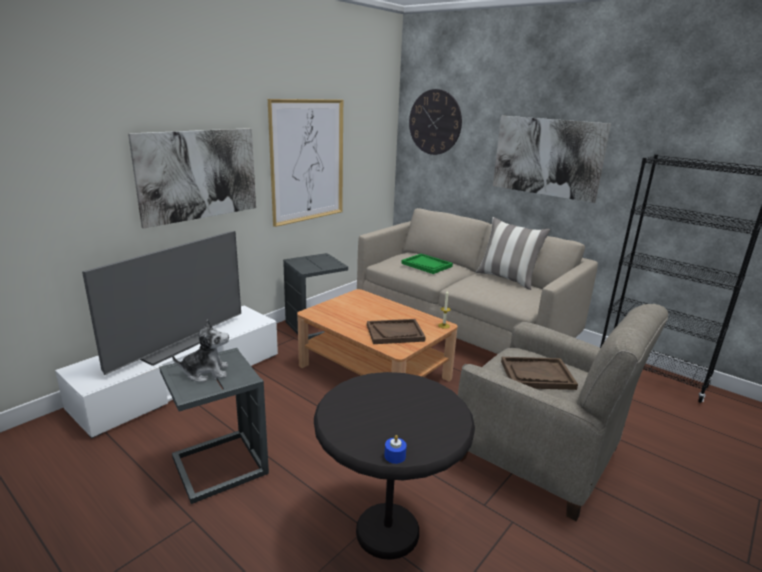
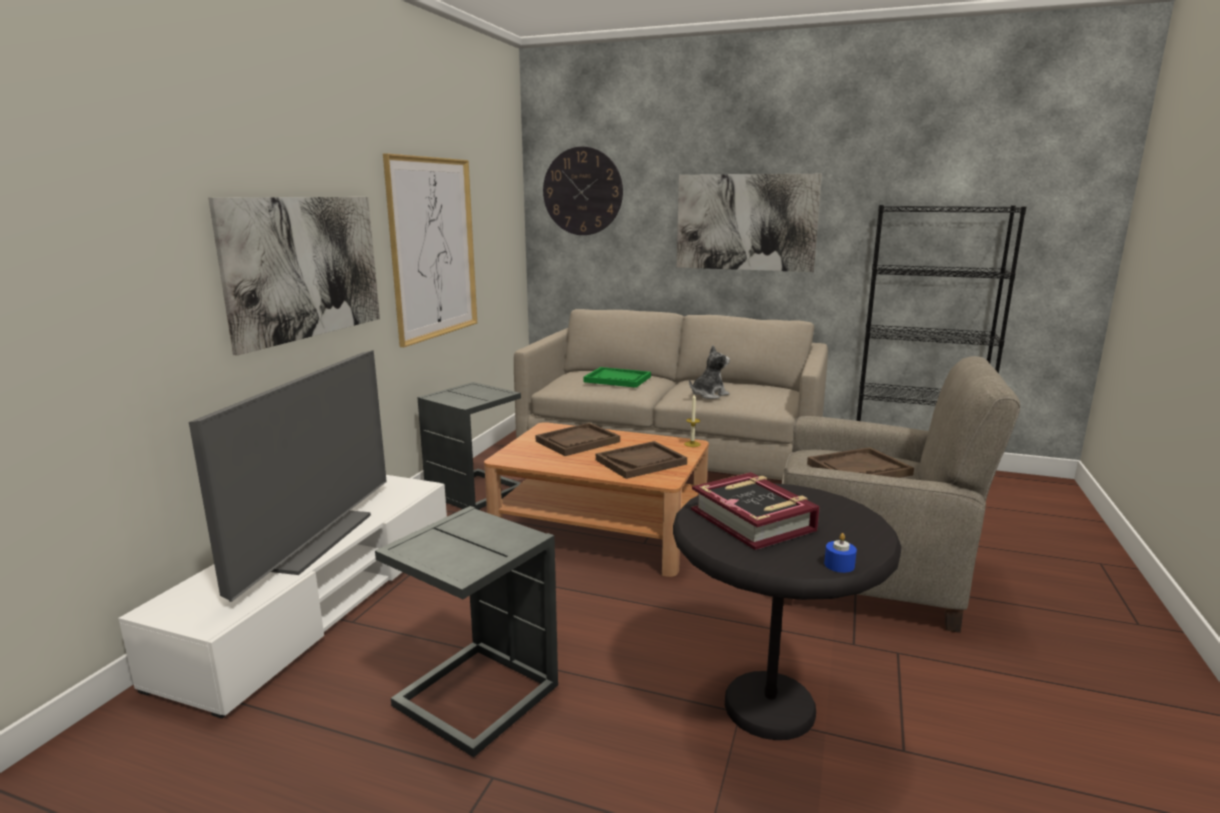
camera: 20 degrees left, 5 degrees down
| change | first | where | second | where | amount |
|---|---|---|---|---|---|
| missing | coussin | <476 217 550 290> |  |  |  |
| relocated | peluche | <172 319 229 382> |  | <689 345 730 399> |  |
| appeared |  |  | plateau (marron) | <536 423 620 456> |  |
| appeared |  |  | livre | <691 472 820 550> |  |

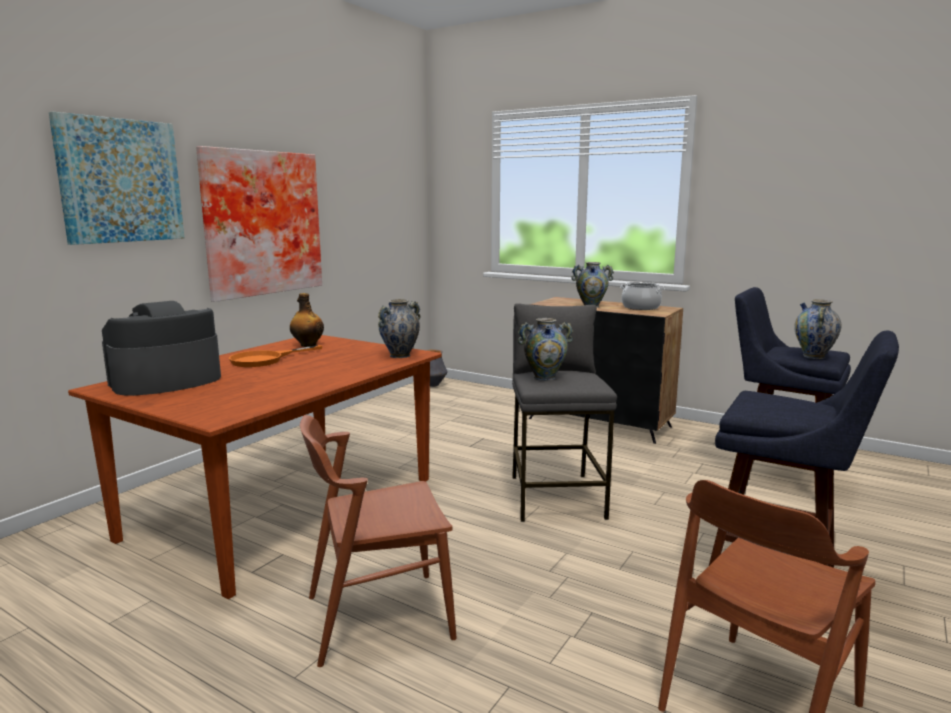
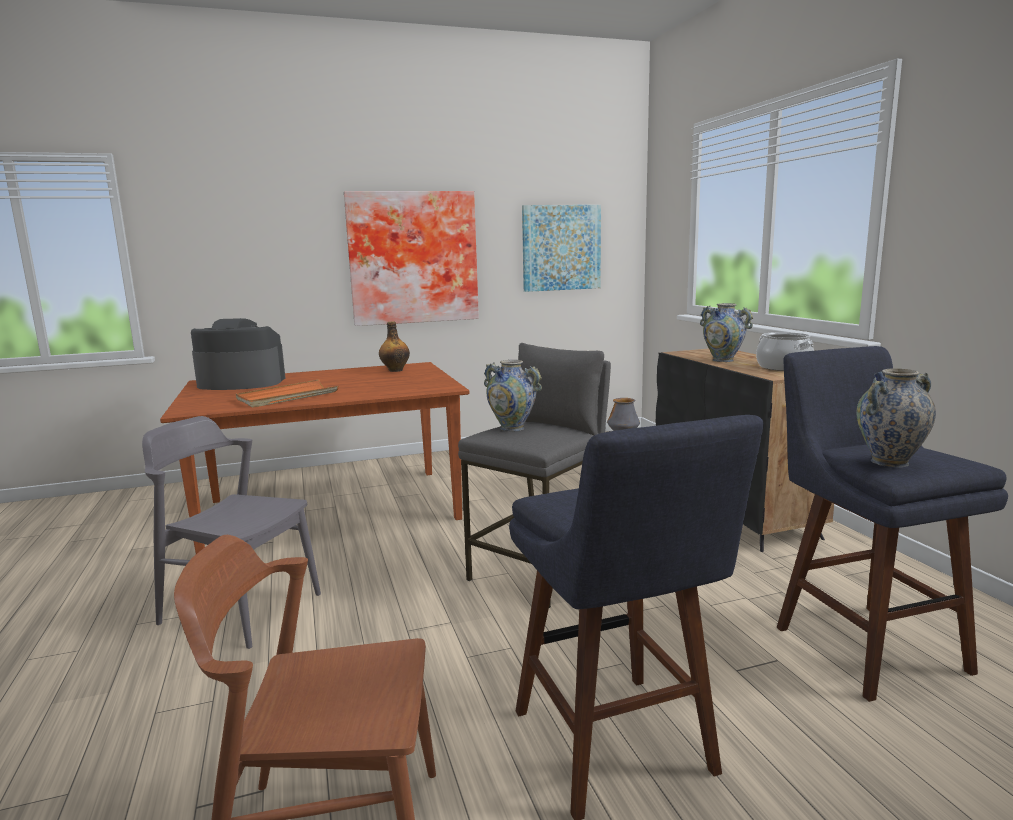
camera: 40 degrees right, 0 degrees up
| change | first | where | second | where | amount |
|---|---|---|---|---|---|
| relocated | tableau | <49 112 184 245> |  | <522 205 601 292> |  |
| missing | vase | <378 299 420 358> |  |  |  |
| missing | poêle (orange) | <229 345 323 367> |  |  |  |
| colour | chaise (marron) | <300 415 457 667> | chaise (gris) | <142 416 321 649> |  |
| appeared |  |  | plateau (orange) | <236 379 339 408> |  |

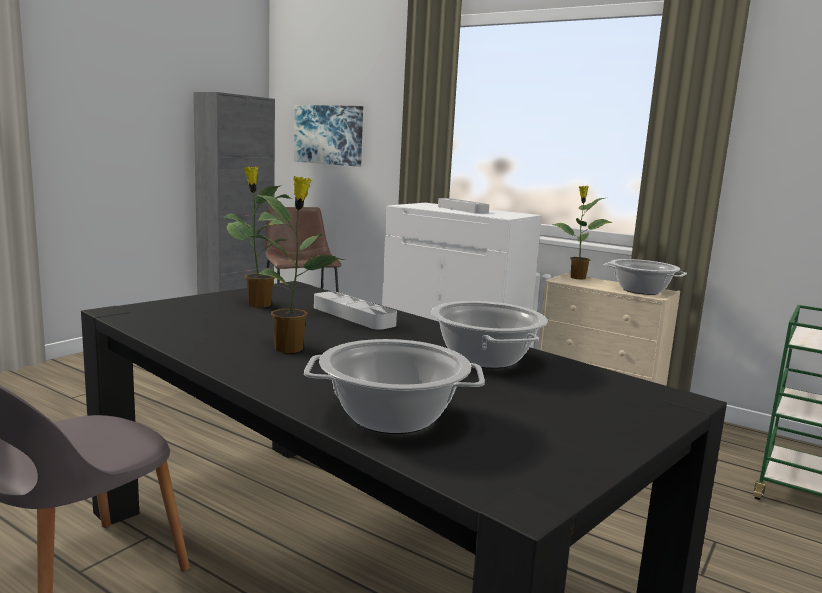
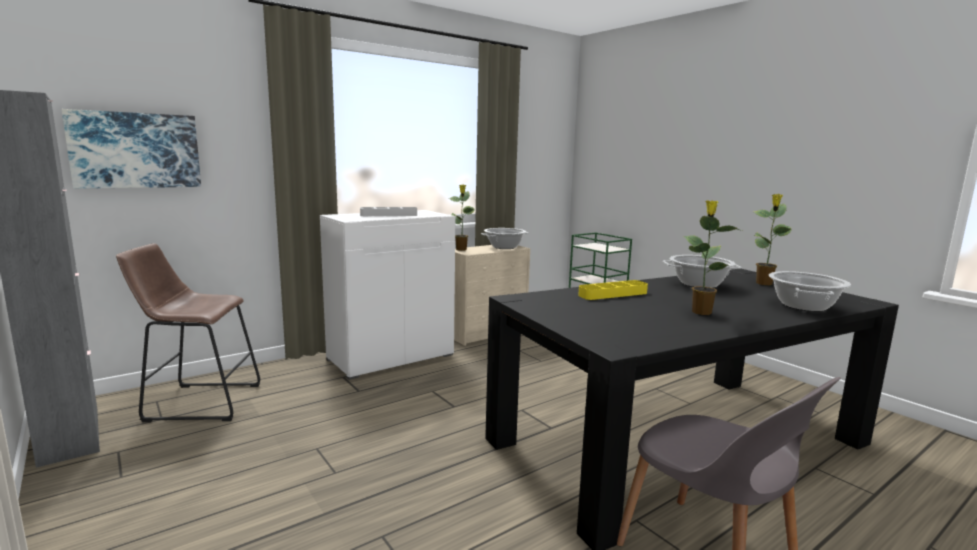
camera: 70 degrees left, 0 degrees up
| change | first | where | second | where | amount |
|---|---|---|---|---|---|
| relocated | plante en pot | <222 166 292 308> |  | <754 194 792 285> |  |
| colour | plateau (gris) | <314 291 397 330> | plateau (jaune) | <578 280 648 300> |  |

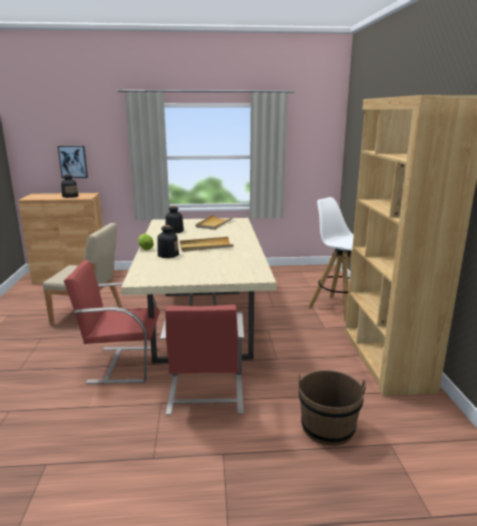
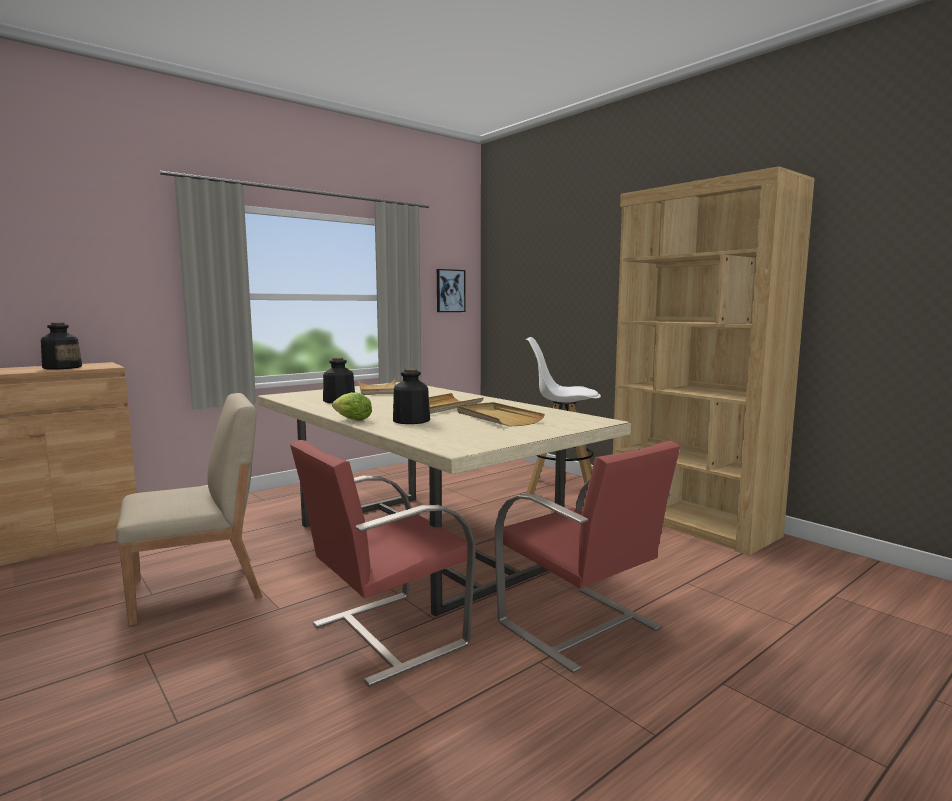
camera: 35 degrees left, 10 degrees down
| change | first | where | second | where | amount |
|---|---|---|---|---|---|
| relocated | tableau | <58 146 88 178> |  | <437 269 466 312> |  |
| missing | seau (marron) | <298 370 366 446> |  |  |  |
| appeared |  |  | plateau (beige) | <457 402 545 427> |  |

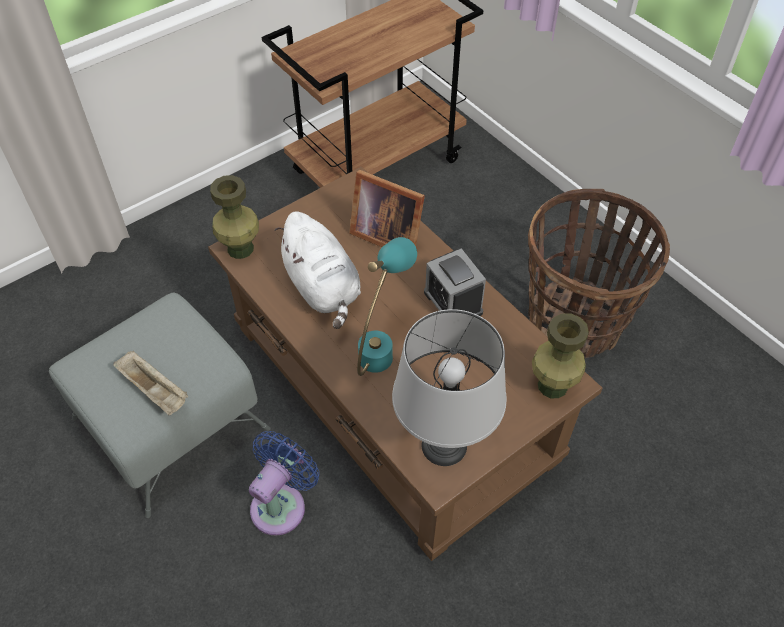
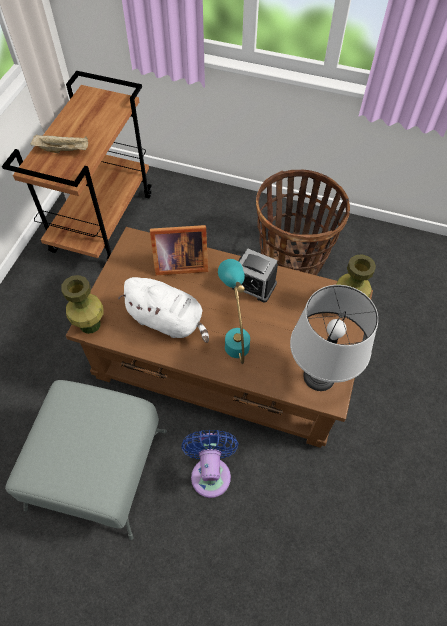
camera: 35 degrees left, 5 degrees up
| change | first | where | second | where | amount |
|---|---|---|---|---|---|
| relocated | plateau (beige) | <113 351 189 415> |  | <30 134 88 153> |  |

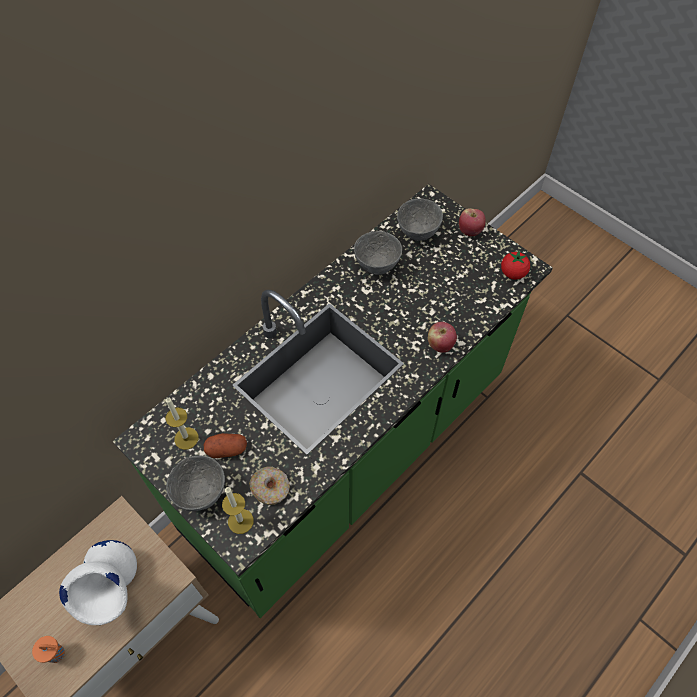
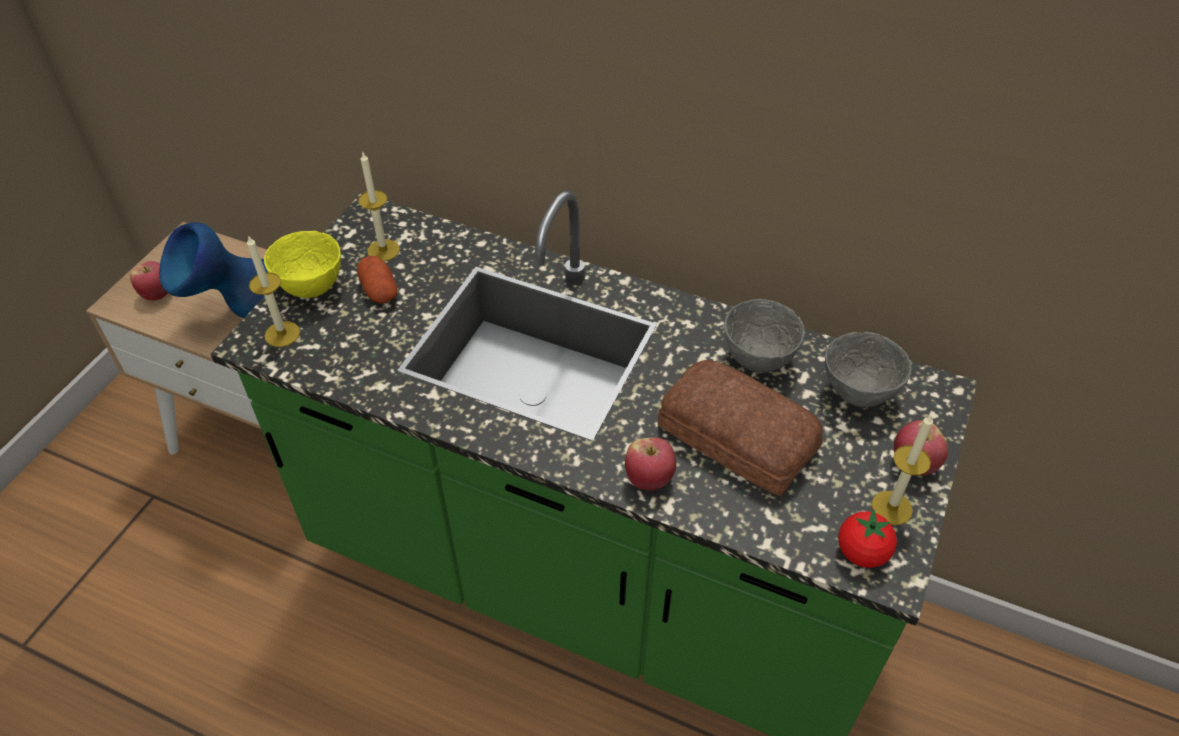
camera: 70 degrees right, 10 degrees down
| change | first | where | second | where | amount |
|---|---|---|---|---|---|
| colour | bol (gris) | <166 456 225 511> | bol (jaune) | <264 231 341 298> |  |
| missing | beignet | <249 467 290 505> |  |  |  |
| colour | vase (blanc) | <59 540 137 625> | vase (bleu) | <159 222 268 318> |  |
| exchanged | tasse (orange) | <32 636 65 663> | pomme | <130 261 168 301> |  |
| appeared |  |  | pain | <658 360 823 496> |  |
| appeared |  |  | bougie | <871 414 933 525> |  |

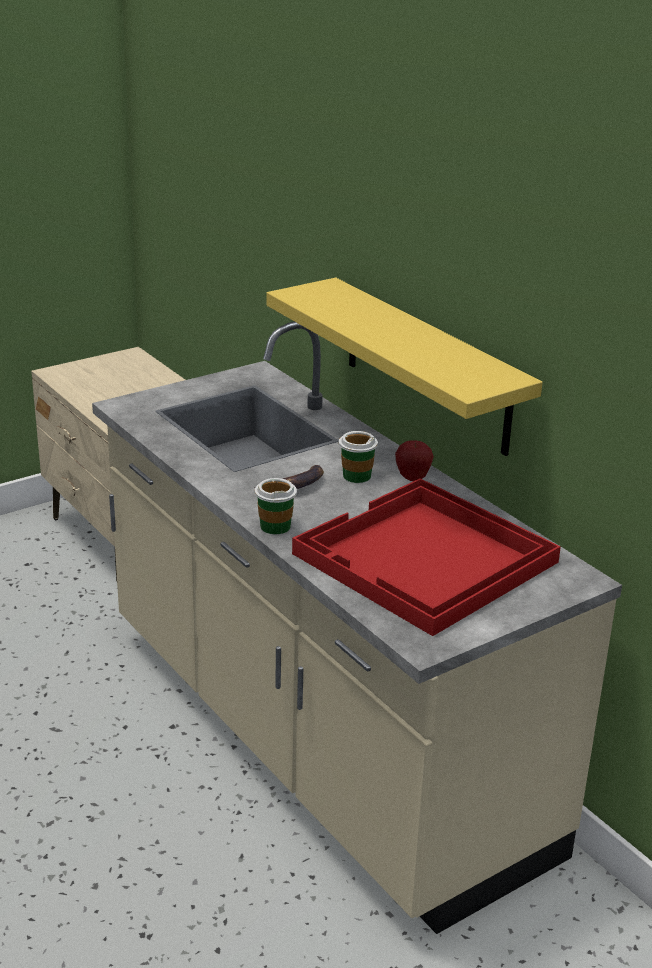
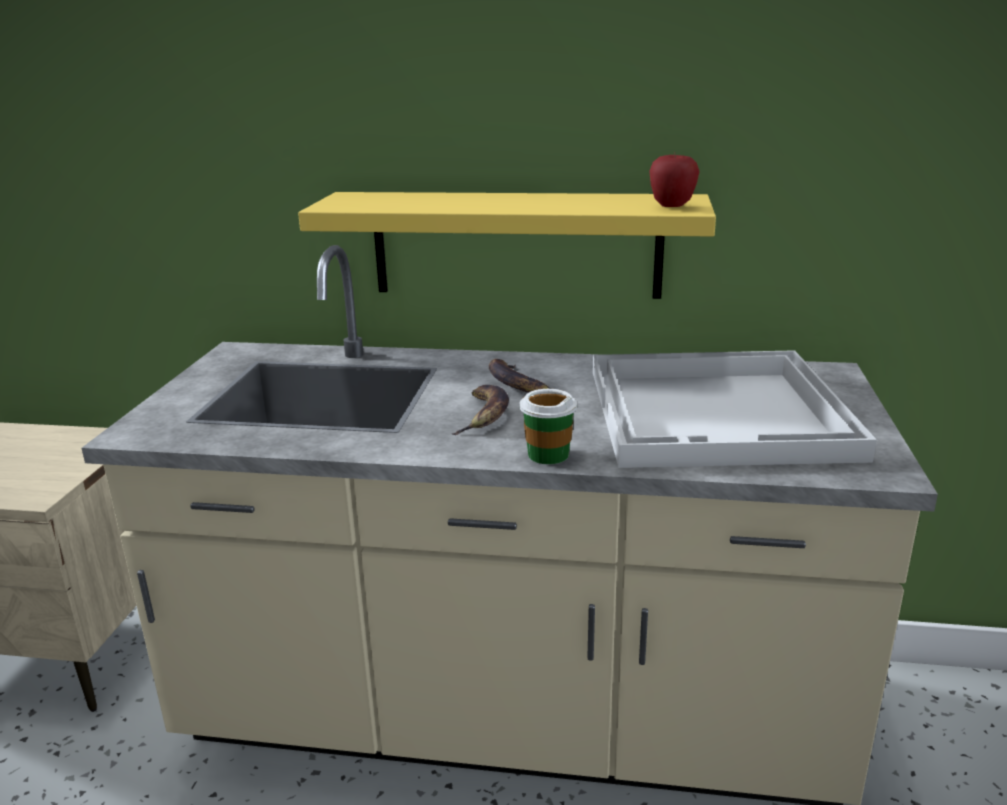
camera: 45 degrees left, 5 degrees down
| change | first | where | second | where | amount |
|---|---|---|---|---|---|
| exchanged | tasse | <339 431 378 483> | banane | <489 359 552 393> |  |
| relocated | pomme | <395 440 434 481> |  | <649 152 700 207> |  |
| colour | plateau (rouge) | <292 478 561 636> | plateau (blanc) | <593 350 877 468> |  |

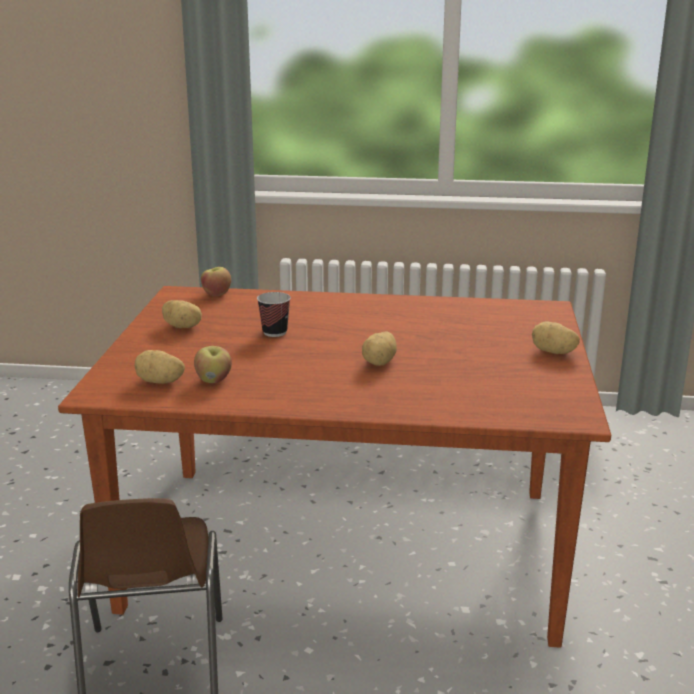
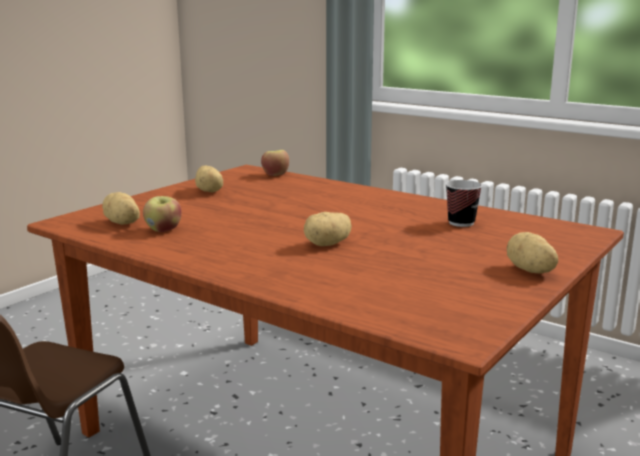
camera: 30 degrees right, 5 degrees down
| change | first | where | second | where | amount |
|---|---|---|---|---|---|
| relocated | tasse | <257 292 291 337> |  | <445 180 482 227> |  |

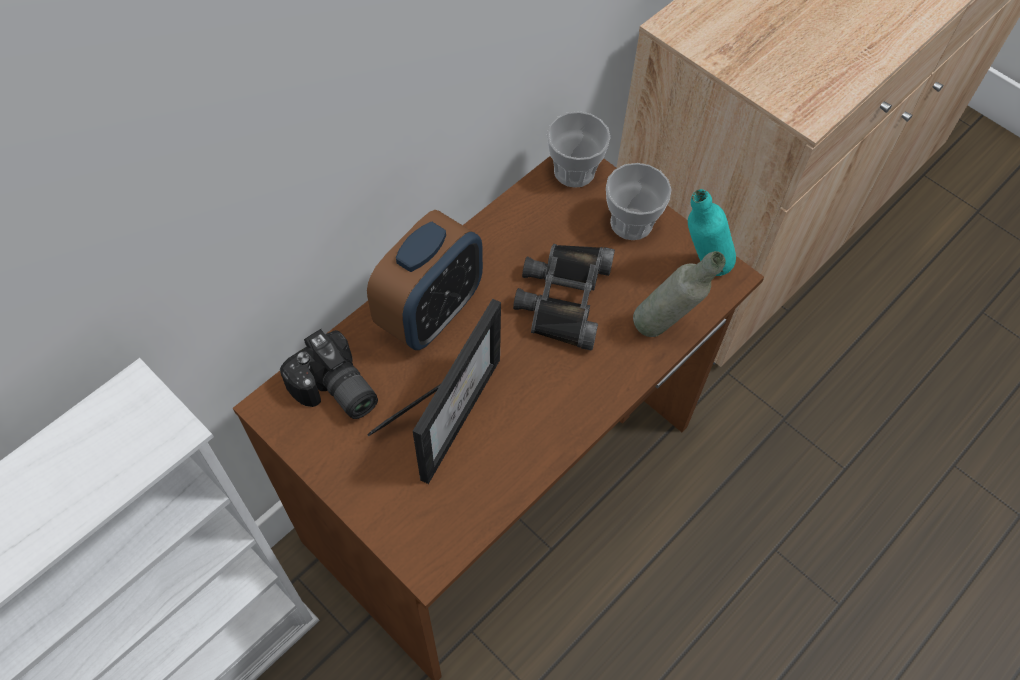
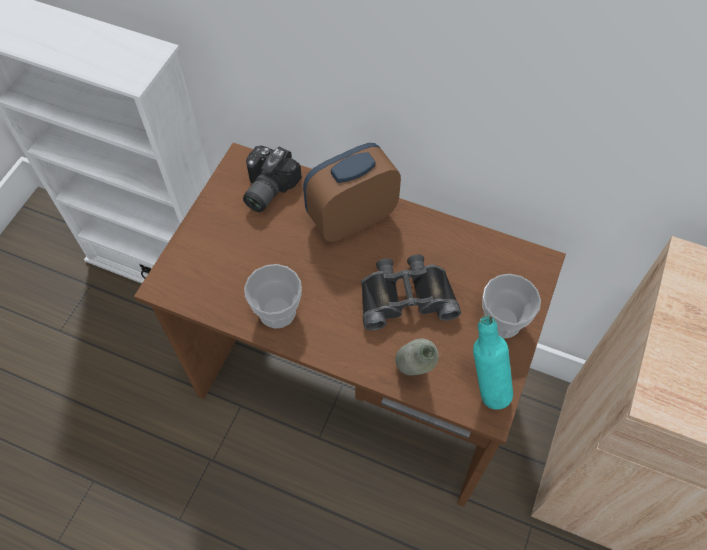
camera: 70 degrees right, 0 degrees up
| change | first | where | second | where | amount |
|---|---|---|---|---|---|
| relocated | tasse | <547 111 610 187> |  | <244 264 302 329> |  |
| spun | réveil | <367 210 483 350> |  | <303 143 401 242> | 135 degrees clockwise |
| missing | cadre photo | <367 299 501 484> |  |  |  |

